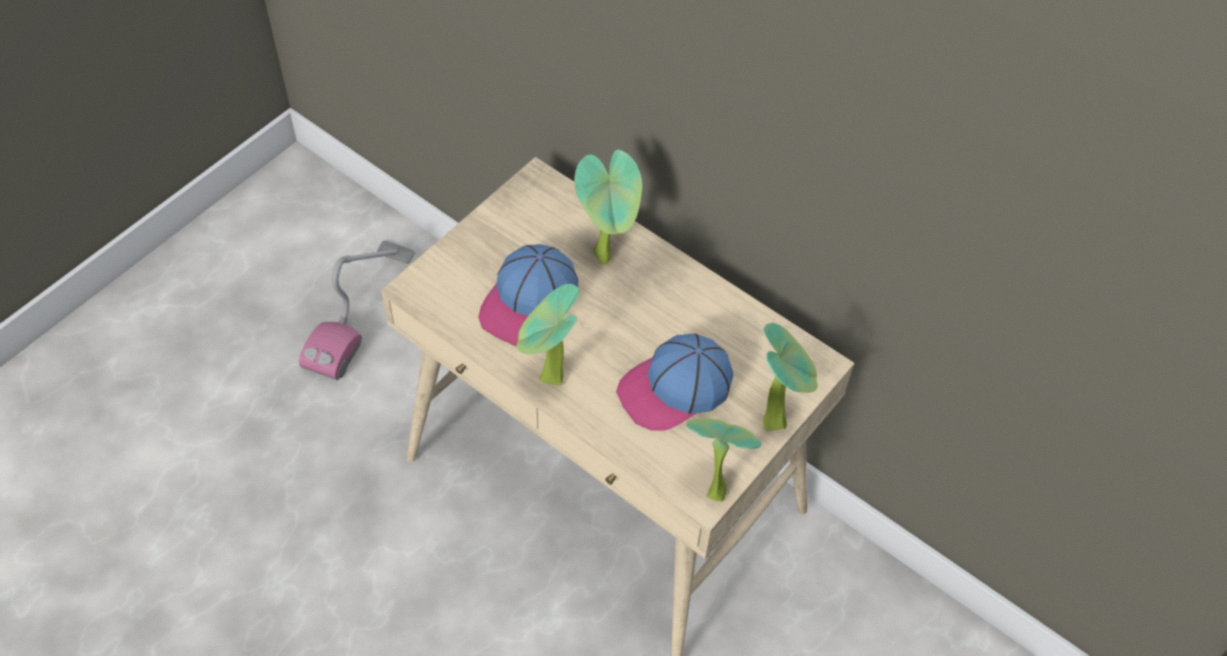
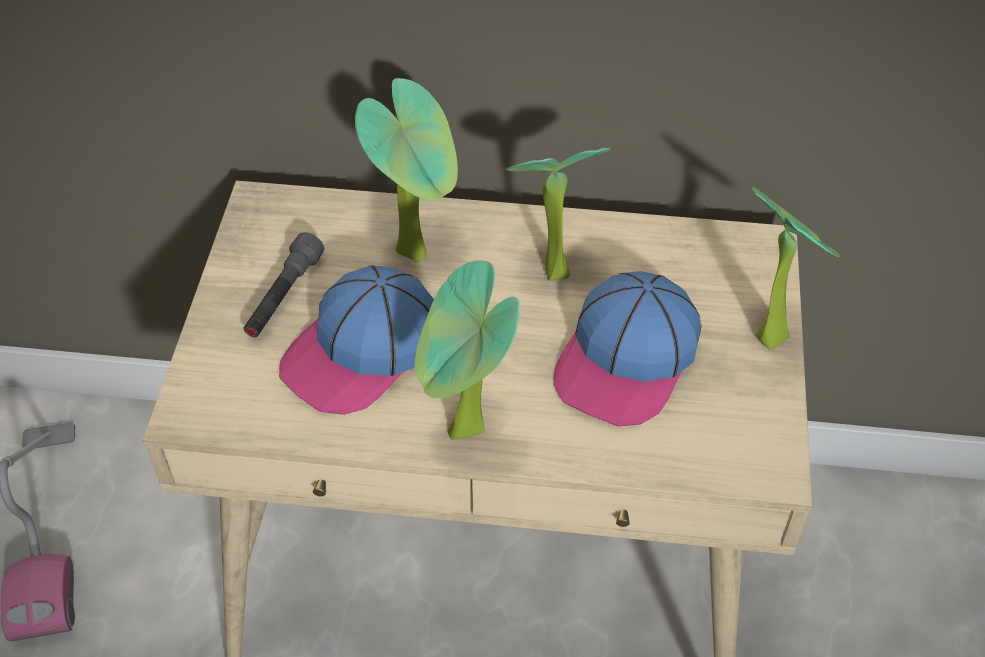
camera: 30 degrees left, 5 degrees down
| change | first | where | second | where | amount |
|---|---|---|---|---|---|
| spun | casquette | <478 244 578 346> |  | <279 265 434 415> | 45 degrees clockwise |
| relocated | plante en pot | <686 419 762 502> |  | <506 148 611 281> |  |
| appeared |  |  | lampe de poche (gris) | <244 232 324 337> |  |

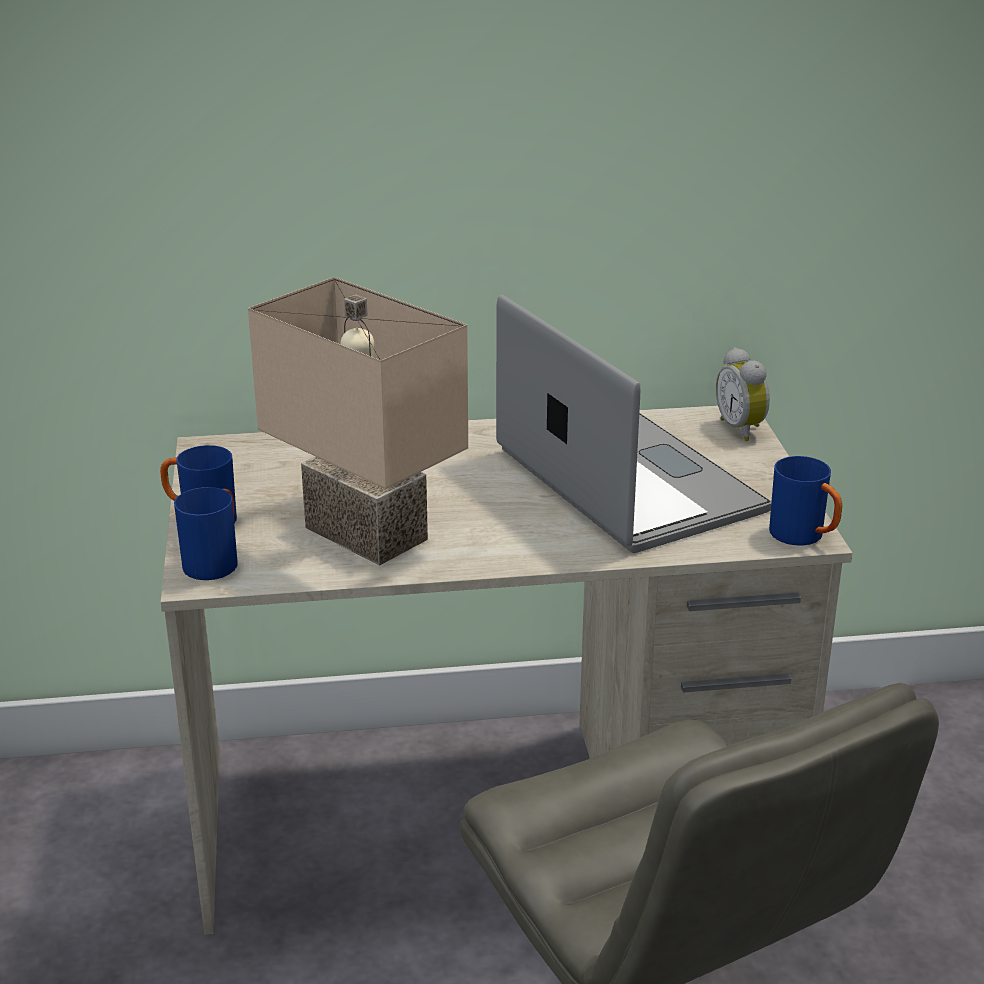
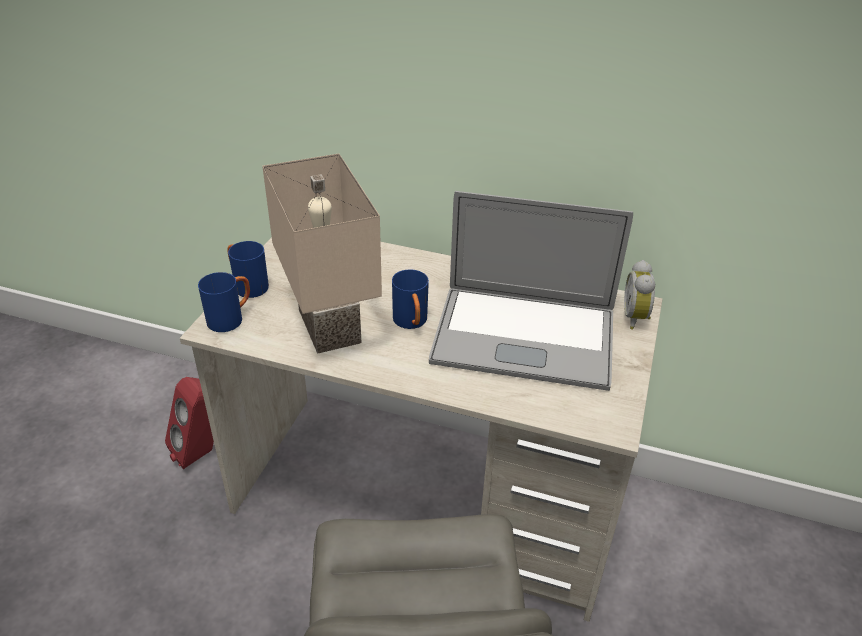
camera: 25 degrees right, 10 degrees up
| change | first | where | second | where | amount |
|---|---|---|---|---|---|
| spun | ordinateur portable | <496 294 772 553> |  | <429 191 633 391> | 105 degrees clockwise |
| relocated | mug (bleu) | <769 456 842 546> |  | <392 270 429 329> |  |
| appeared |  |  | enceinte (rouge) | <165 377 214 469> |  |

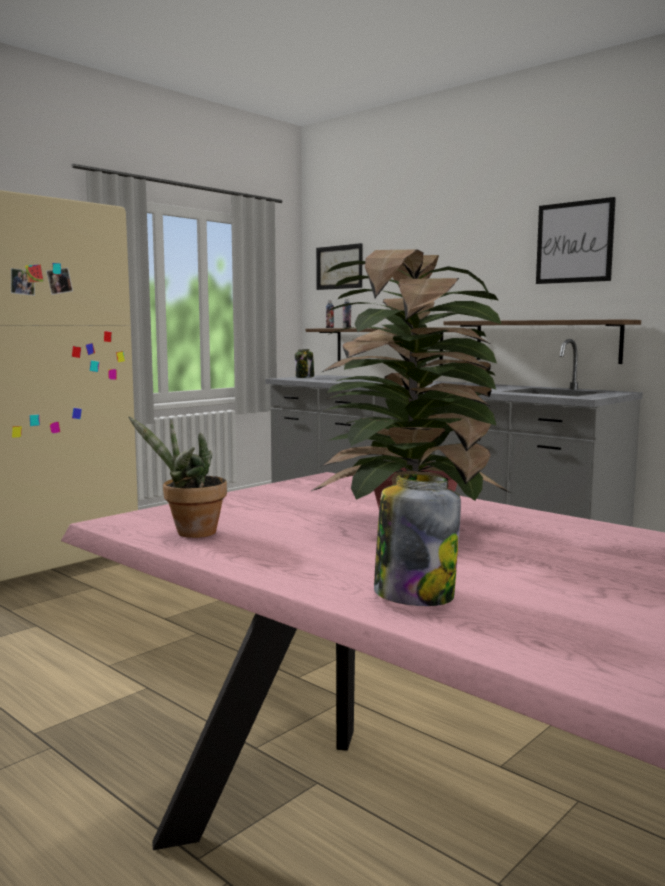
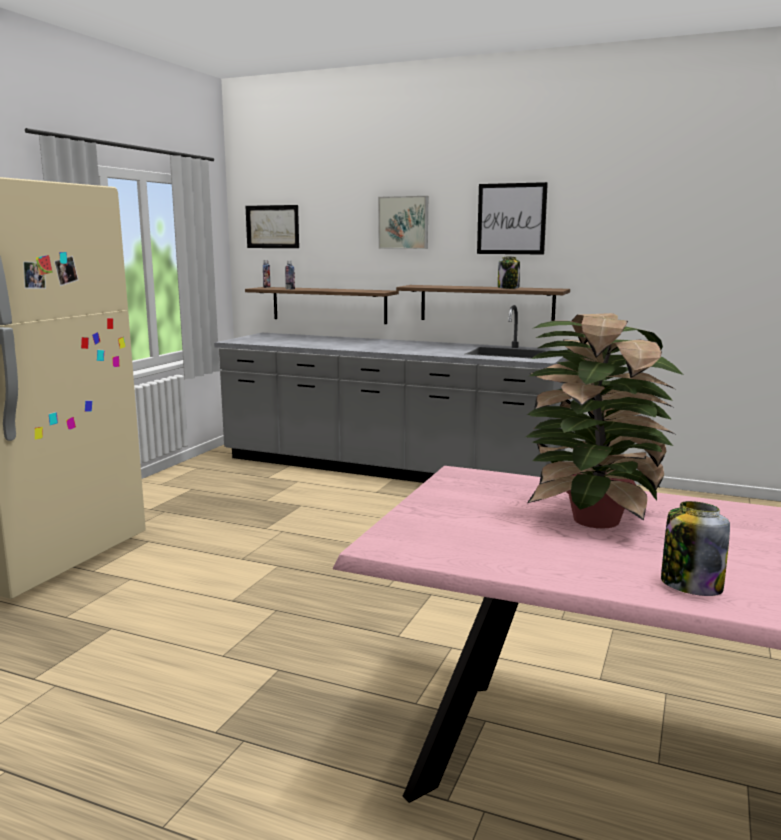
camera: 20 degrees left, 5 degrees up
| change | first | where | second | where | amount |
|---|---|---|---|---|---|
| relocated | bocal | <295 349 314 378> |  | <498 256 520 289> |  |
| missing | plante en pot | <128 417 227 538> |  |  |  |
| appeared |  |  | tableau | <378 196 428 249> |  |

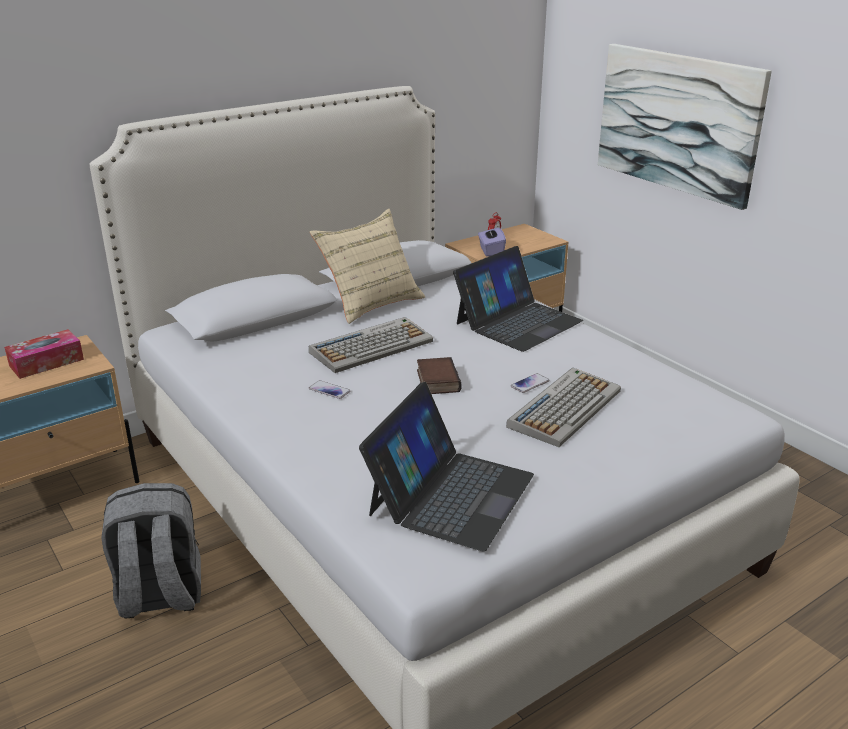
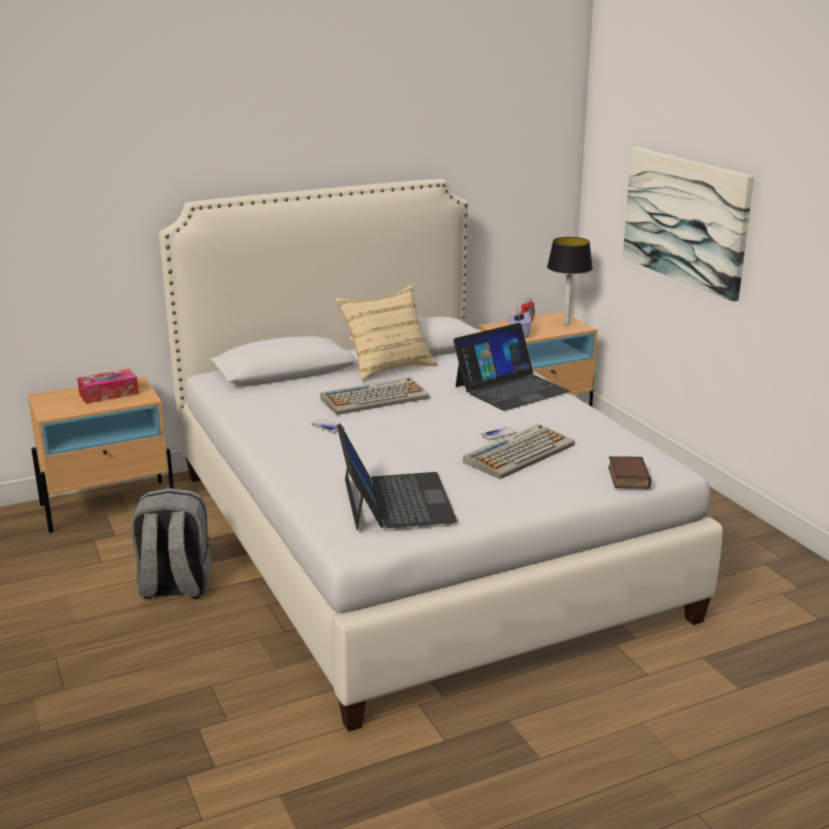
camera: 10 degrees right, 5 degrees down
| change | first | where | second | where | amount |
|---|---|---|---|---|---|
| relocated | livre | <417 357 461 394> |  | <608 456 651 489> |  |
| spun | ordinateur portable | <359 382 534 551> |  | <337 424 457 530> | 45 degrees counterclockwise |
| appeared |  |  | lampe de table | <547 237 593 325> |  |

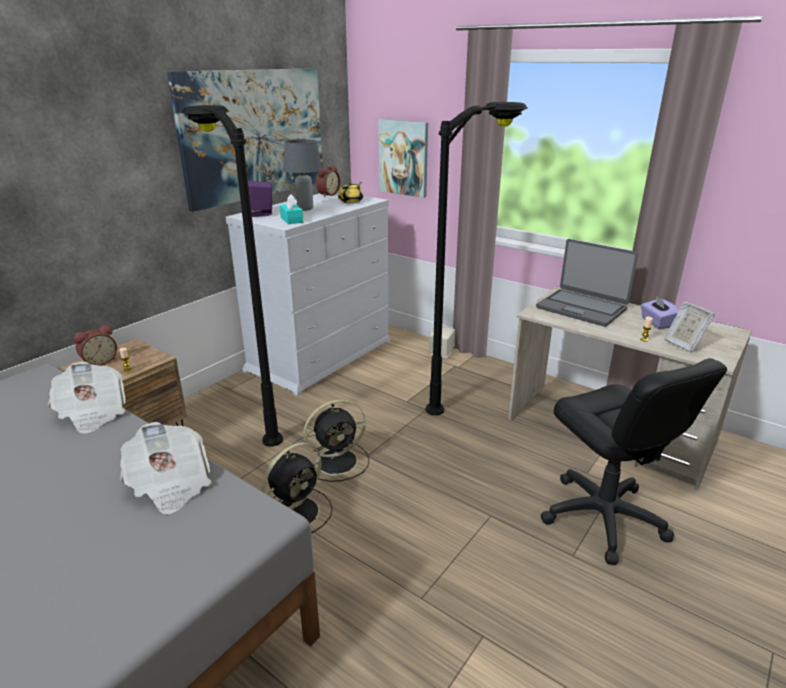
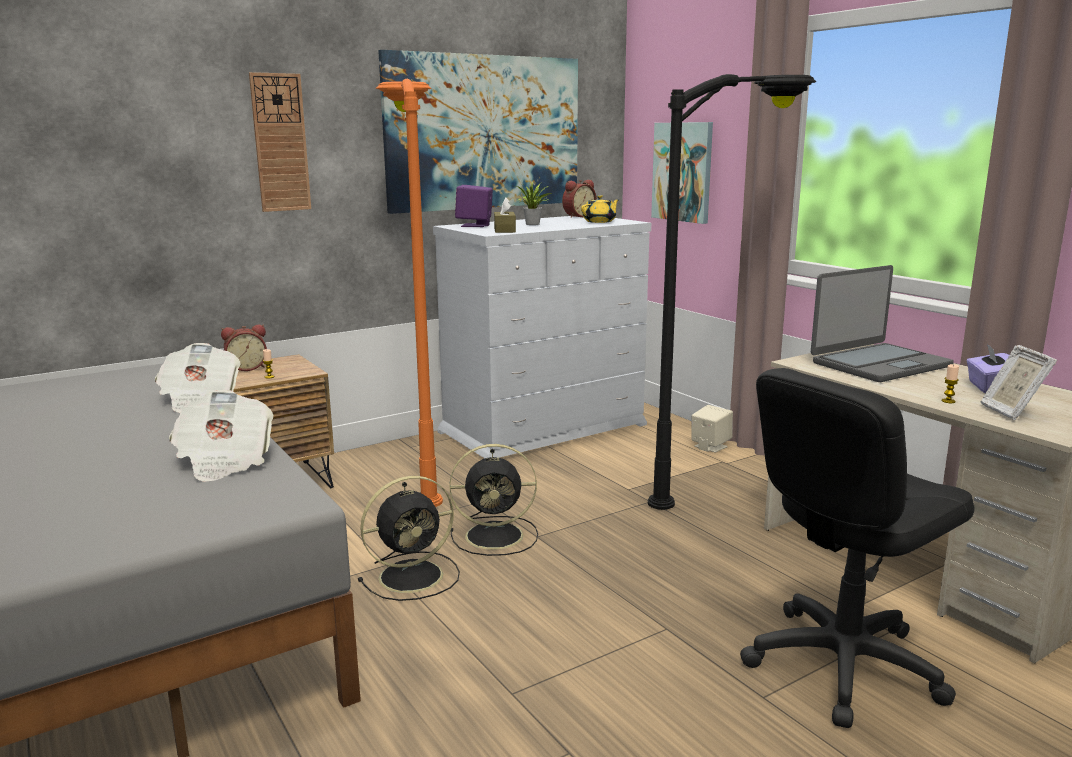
camera: 20 degrees right, 10 degrees down
| change | first | where | second | where | amount |
|---|---|---|---|---|---|
| colour | lampadaire (noir) | <181 105 283 446> | lampadaire (orange) | <376 79 443 507> |  |
| exchanged | lampe de table (gris) | <283 139 322 211> | plante en pot | <516 181 552 225> |  |
| colour | boîte à mouchoirs (turquoise) | <279 194 303 224> | boîte à mouchoirs (marron) | <494 198 516 233> |  |
| spun | ordinateur portable | <536 239 638 327> |  | <811 265 954 382> | 90 degrees counterclockwise |
| spun | chaise de bureau (noir) | <541 358 727 565> |  | <740 368 975 728> | 60 degrees clockwise |
| appeared |  |  | horloge murale | <249 72 311 212> |  |

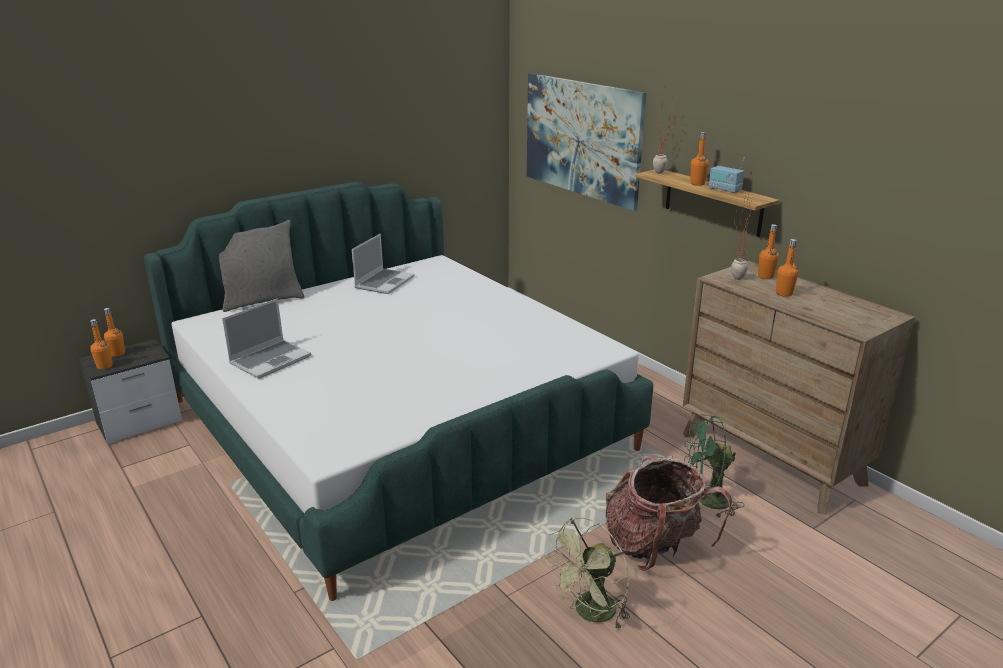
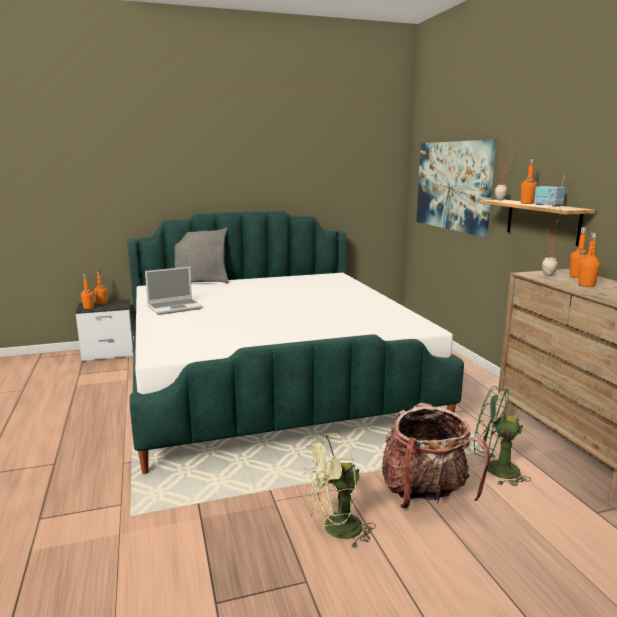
camera: 20 degrees right, 10 degrees down
| change | first | where | second | where | amount |
|---|---|---|---|---|---|
| missing | ordinateur portable | <352 234 415 294> |  |  |  |

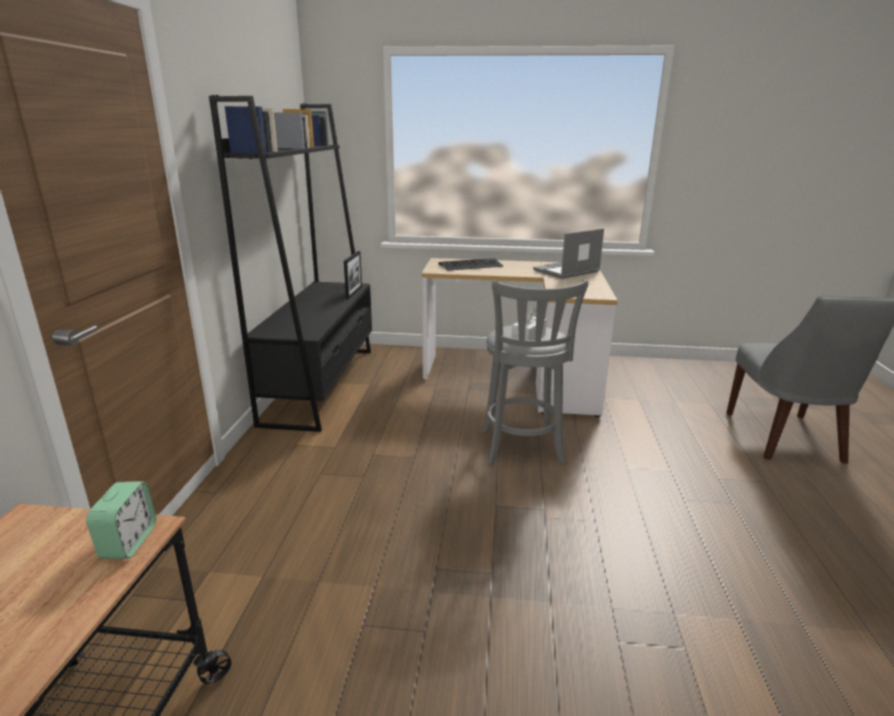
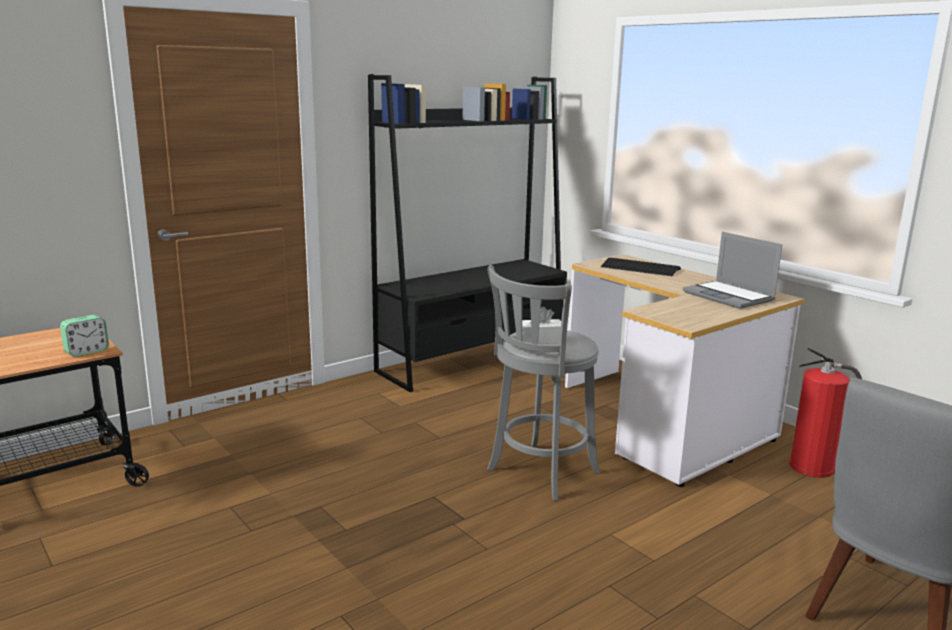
camera: 45 degrees right, 5 degrees down
| change | first | where | second | where | amount |
|---|---|---|---|---|---|
| spun | ordinateur portable | <533 228 604 279> |  | <683 232 782 309> | 135 degrees counterclockwise |
| missing | cadre photo | <344 251 362 299> |  |  |  |
| appeared |  |  | extincteur | <789 348 862 478> |  |

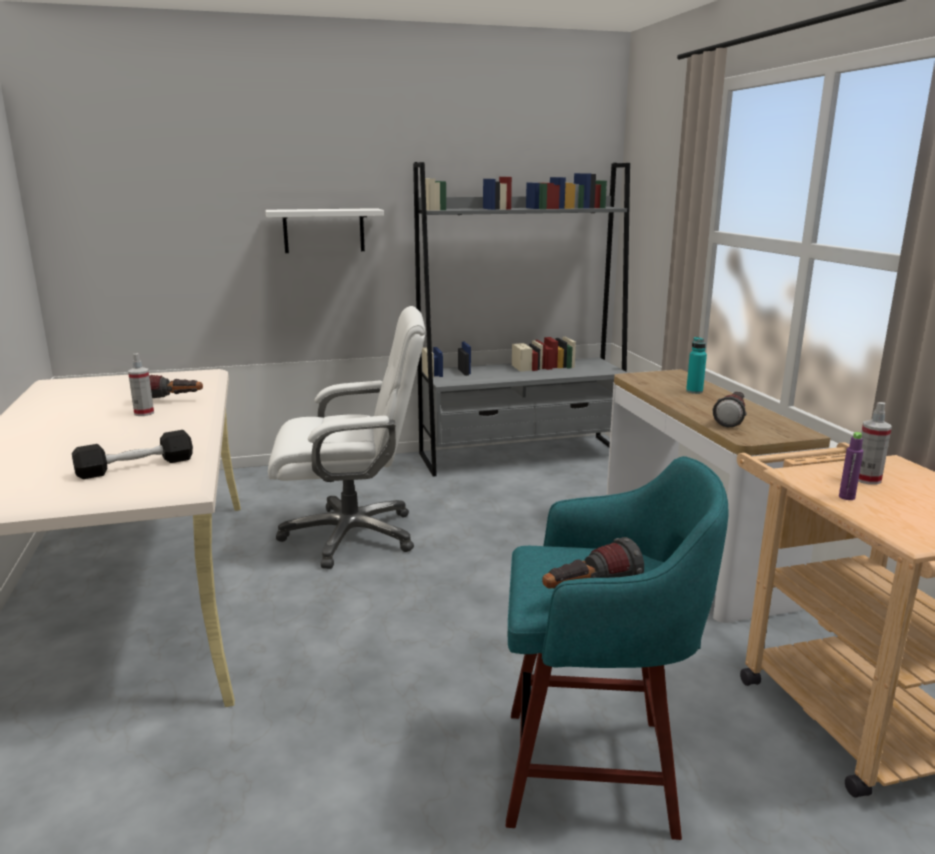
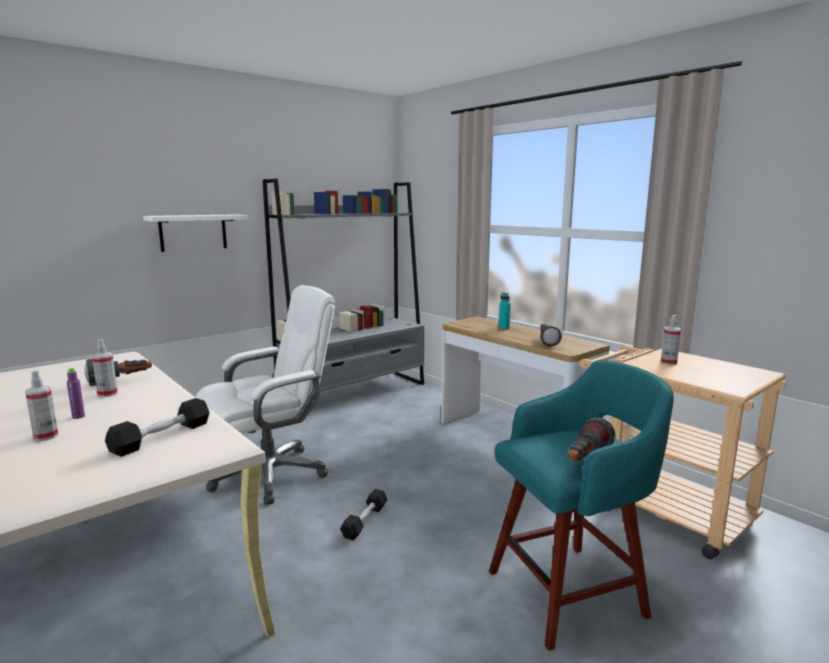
camera: 25 degrees left, 5 degrees down
| change | first | where | second | where | amount |
|---|---|---|---|---|---|
| relocated | bouteille (violet) | <839 432 863 500> |  | <67 368 85 419> |  |
| appeared |  |  | vaporisateur | <25 370 58 441> |  |
| appeared |  |  | haltère (noir) | <340 489 387 540> |  |

